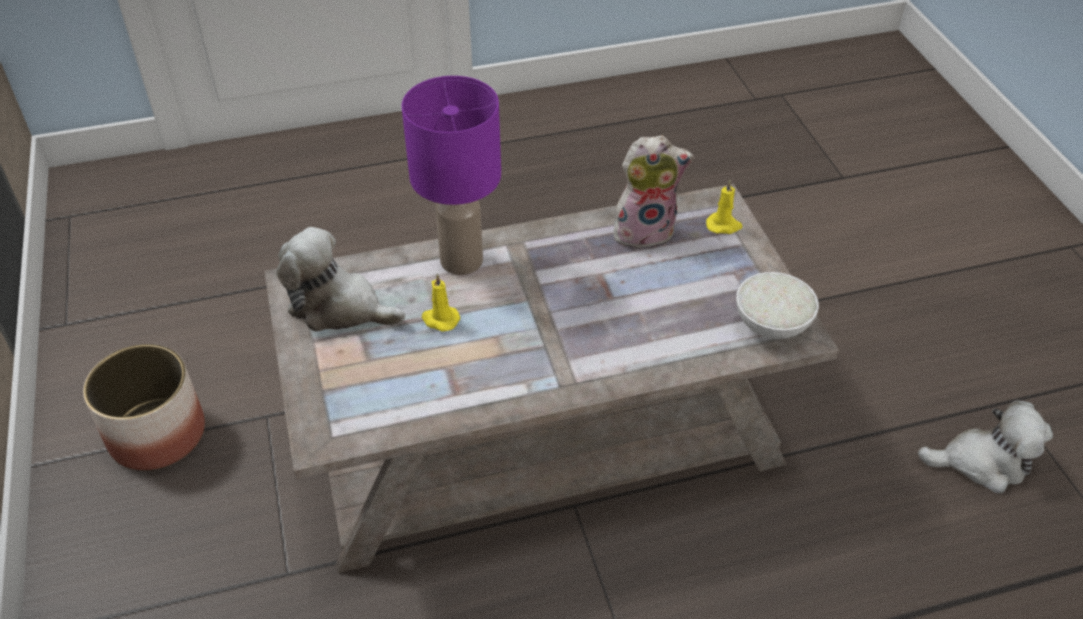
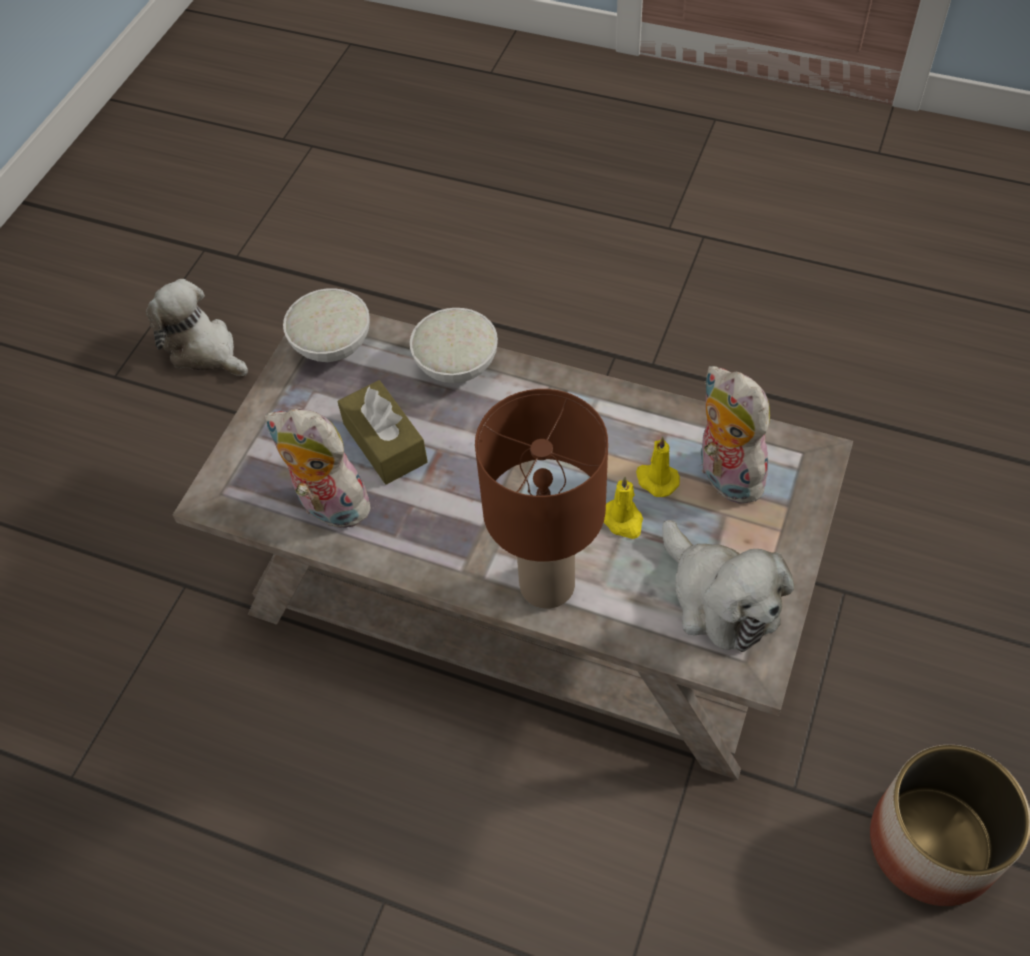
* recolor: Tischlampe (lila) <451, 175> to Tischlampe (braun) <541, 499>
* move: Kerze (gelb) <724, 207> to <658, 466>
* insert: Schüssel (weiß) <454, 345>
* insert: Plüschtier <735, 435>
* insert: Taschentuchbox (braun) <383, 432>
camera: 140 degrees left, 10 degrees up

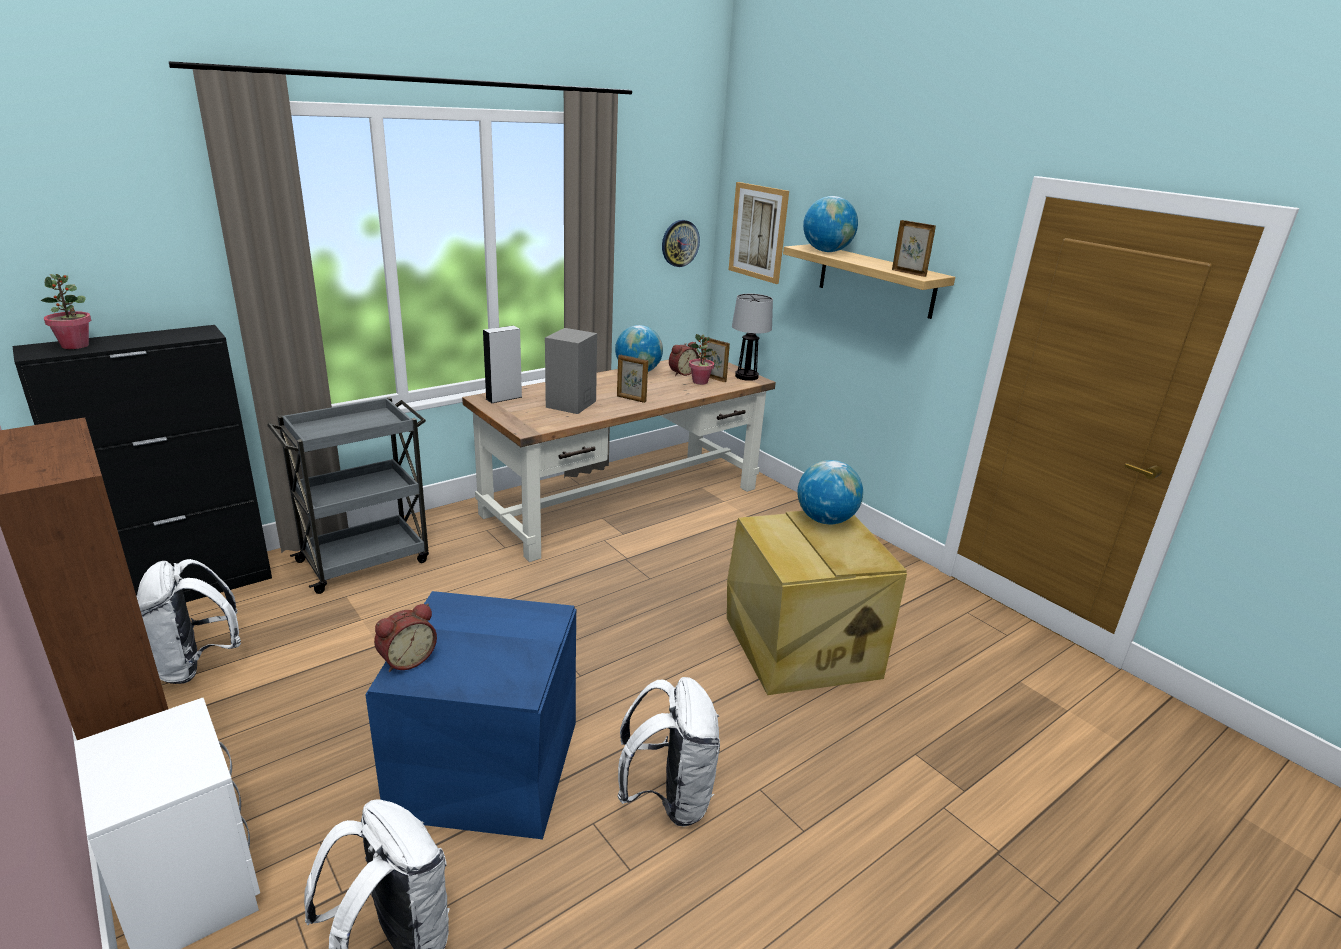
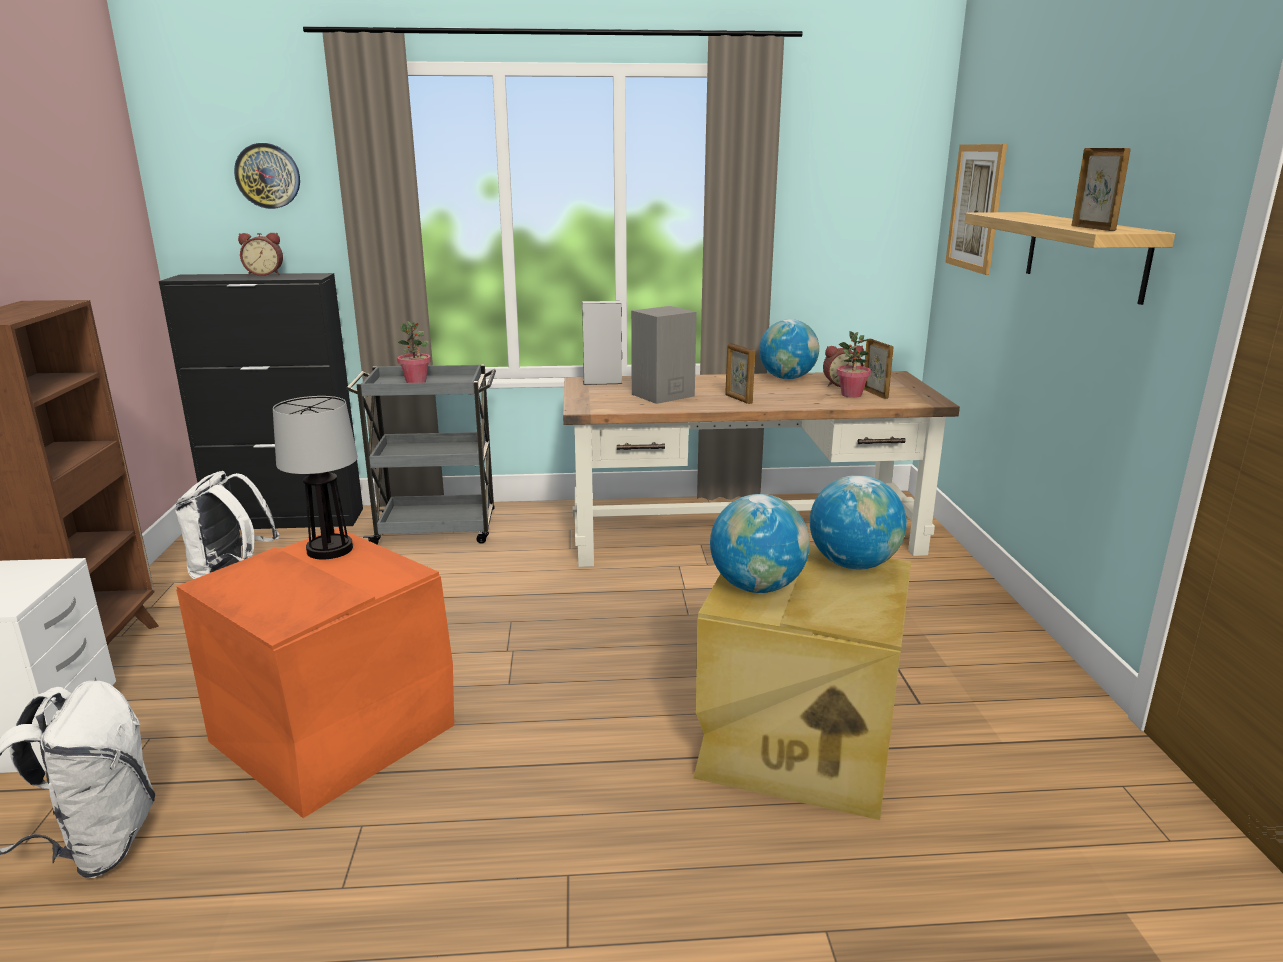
* move: Globus <830, 224> to <760, 543>
* move: Wanduhr <681, 243> to <267, 176>
* move: Topfpflanze <66, 311> to <414, 352>
* move: Tischlampe <752, 337> to <315, 477>
* recolor: Aufbewahrungsbox (blau) <470, 715> to Aufbewahrungsbox (orange) <315, 673>
* move: Wecker <405, 637> to <260, 254>
* delete: Rucksack (weiß) <668, 752>
camera: 35 degrees right, 5 degrees down

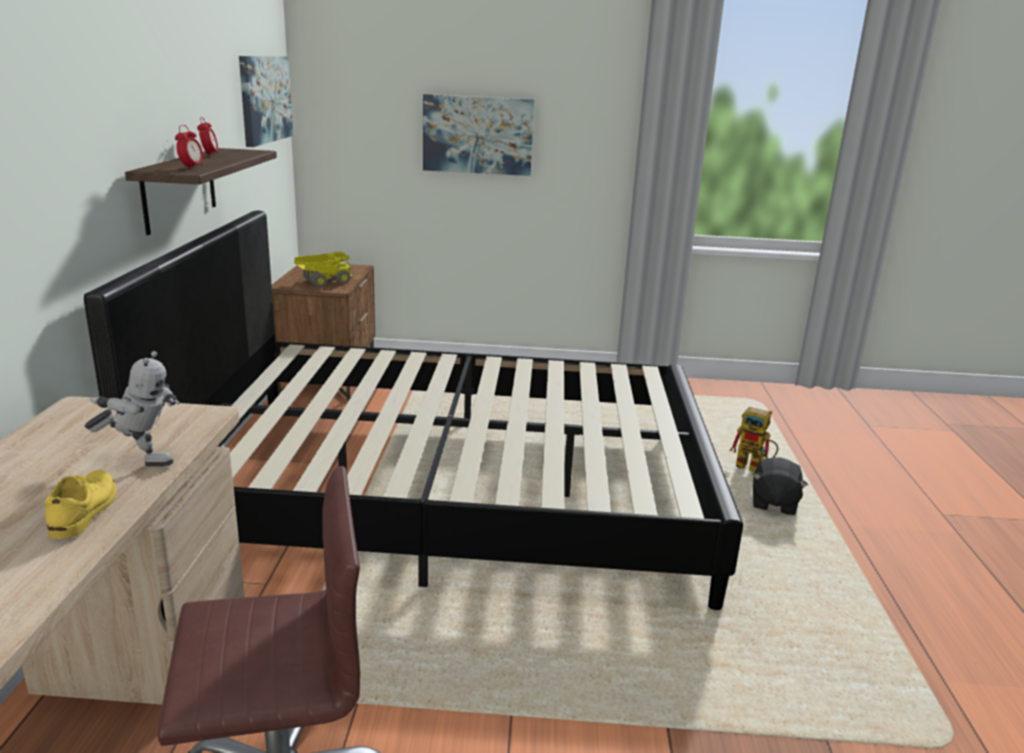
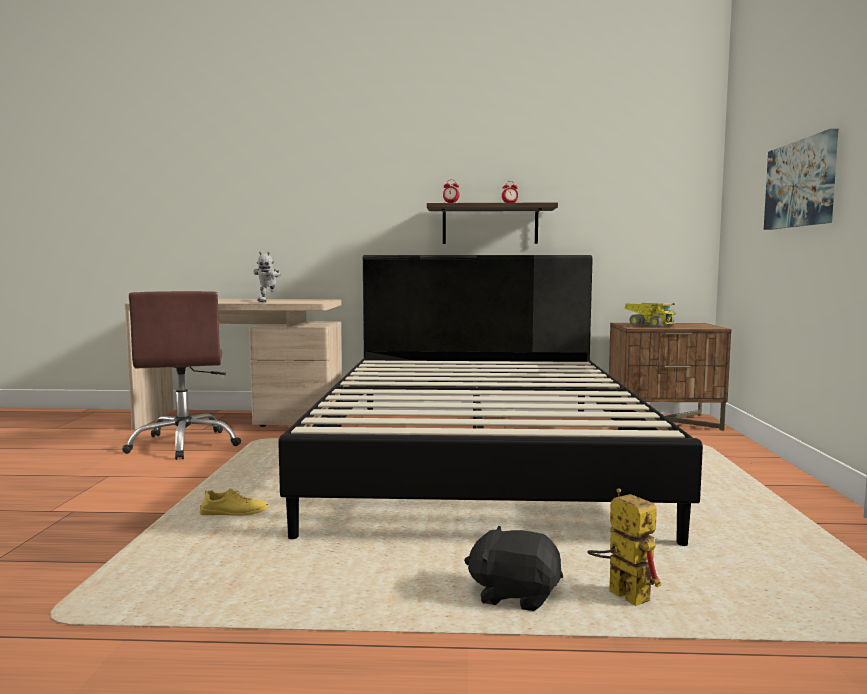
* delete: Bild <266, 101>
* rotate: Spielzeugroboter <753, 439> = <624, 547> 120 degrees clockwise
* move: Schuh (gelb) <80, 504> to <233, 502>
camera: 90 degrees right, 15 degrees down

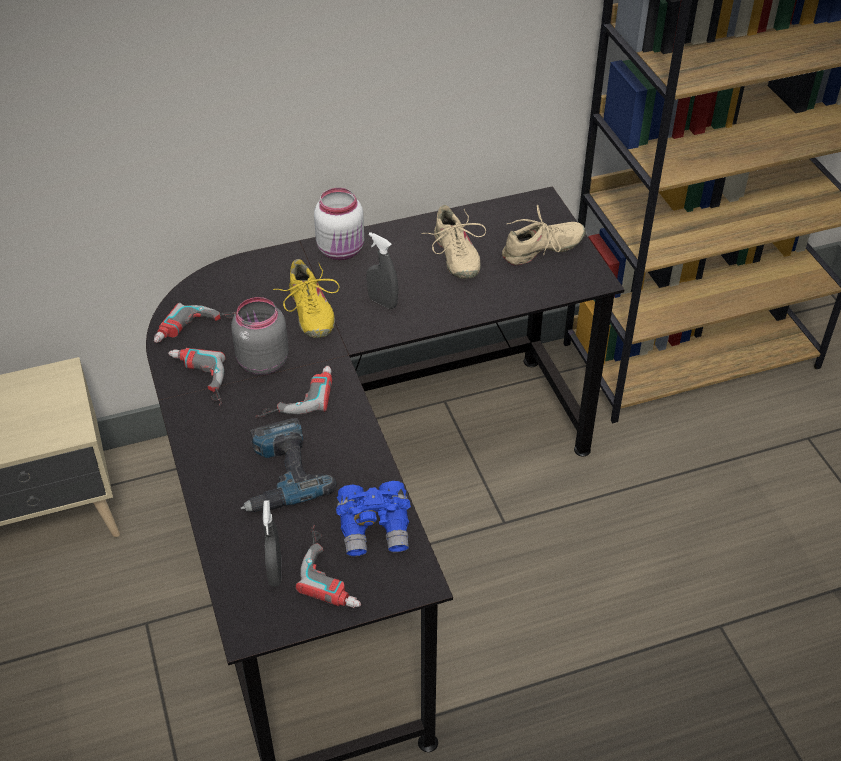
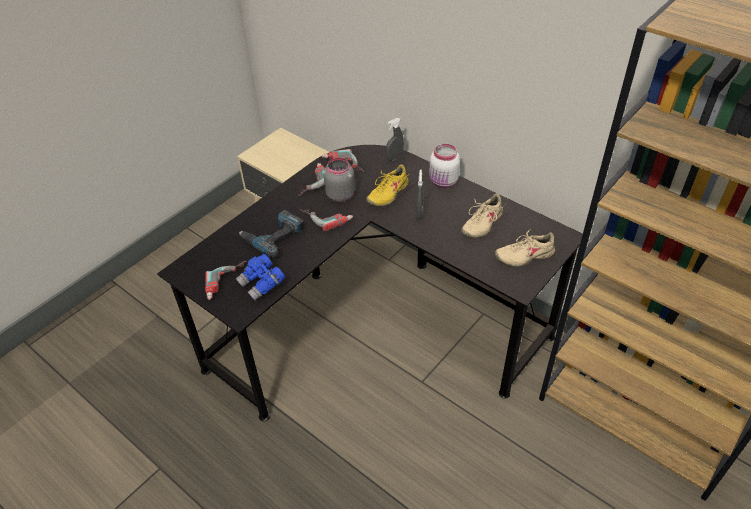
* rotate: Schuh (beige) <544, 235> = <525, 248> 135 degrees clockwise
* move: Sprühflasche (grau) <272, 543> to <395, 139>
camera: 60 degrees right, 0 degrees up

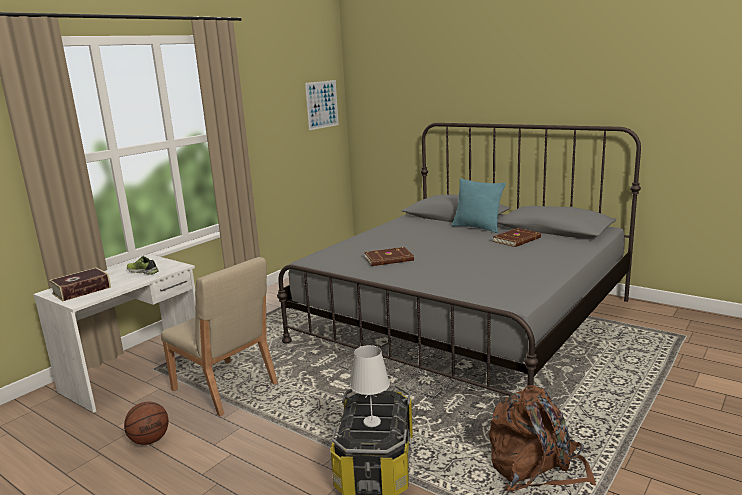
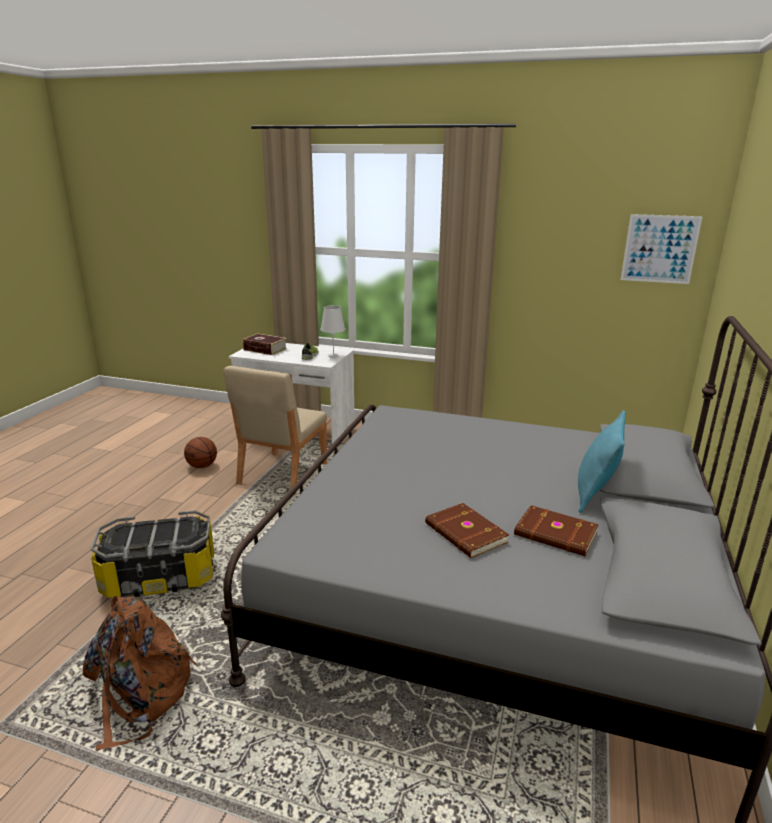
* move: Buch (braun) <389, 256> to <467, 530>
* move: Tischlampe (weiß) <370, 386> to <332, 331>
camera: 70 degrees right, 5 degrees up

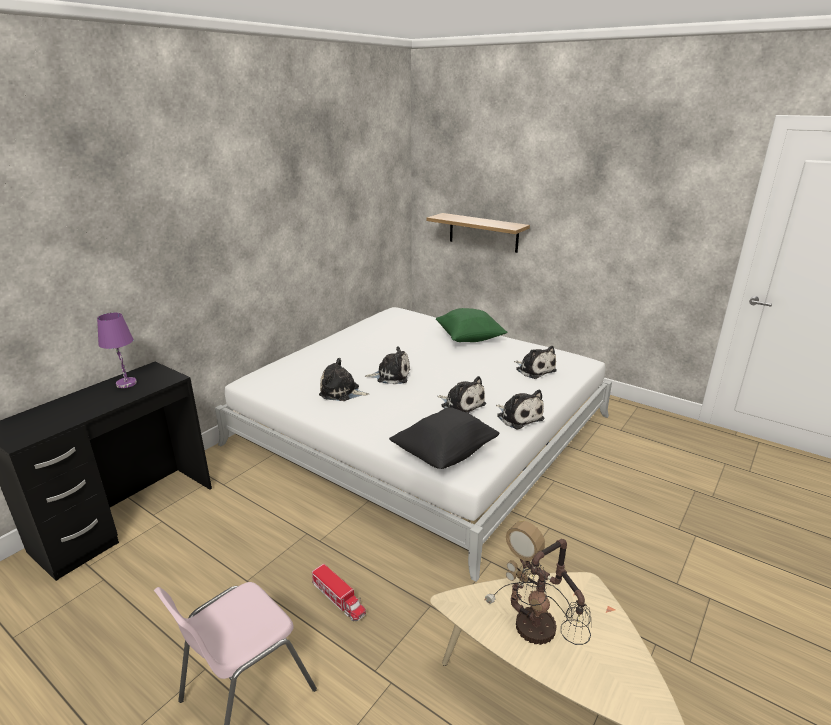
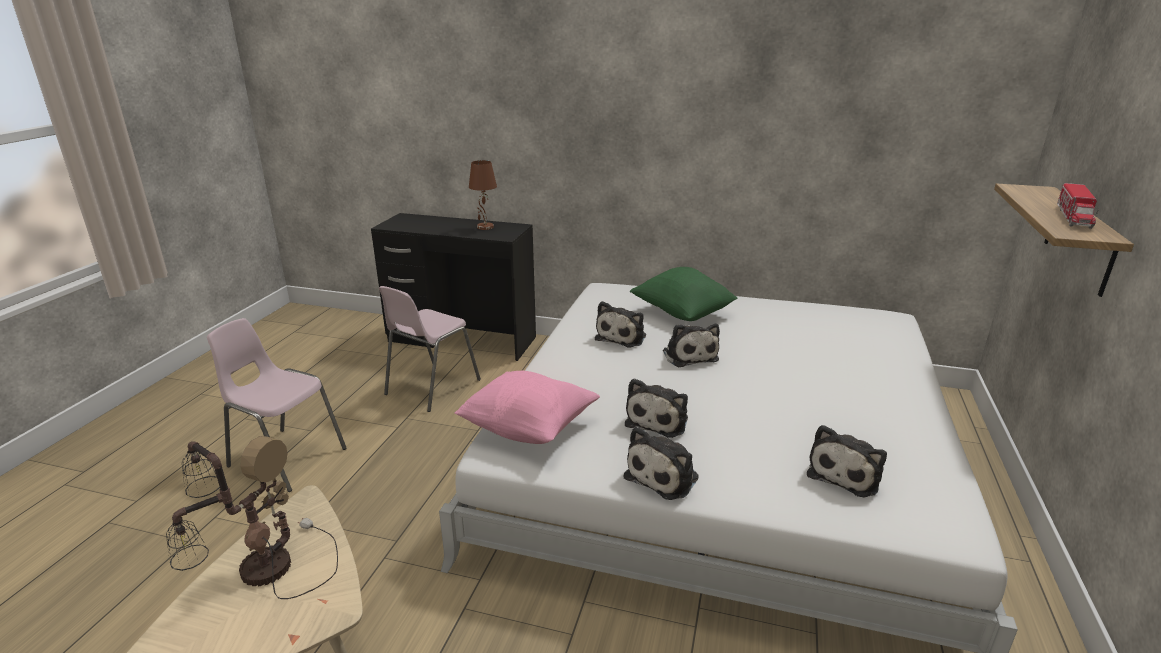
* move: Kissen (grün) <472, 325> to <683, 294>
* recolor: Tischlampe (lila) <117, 350> to Tischlampe (braun) <483, 195>
* rotate: Plüschtier <344, 379> = <620, 324> 150 degrees counterclockwise
* recolor: Kissen (schwarz) <444, 438> to Kissen (rosa) <527, 407>
* move: Spielzeuglaster <339, 592> to <1078, 206>
* insert: Stuhl (rosa) <430, 349>
camera: 70 degrees right, 0 degrees up

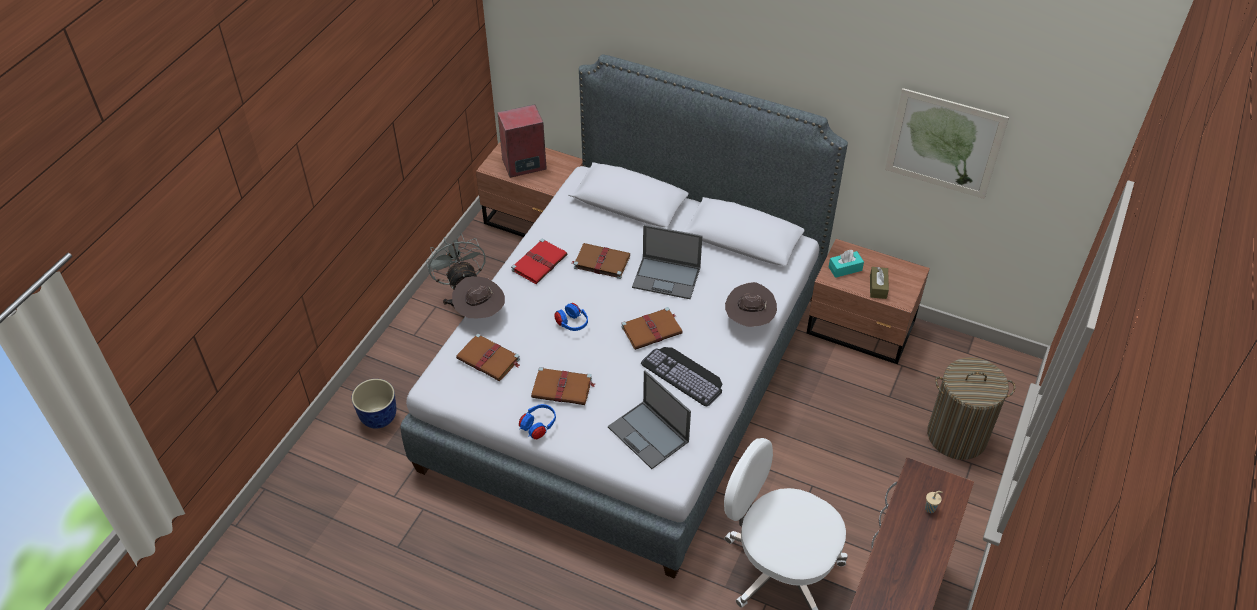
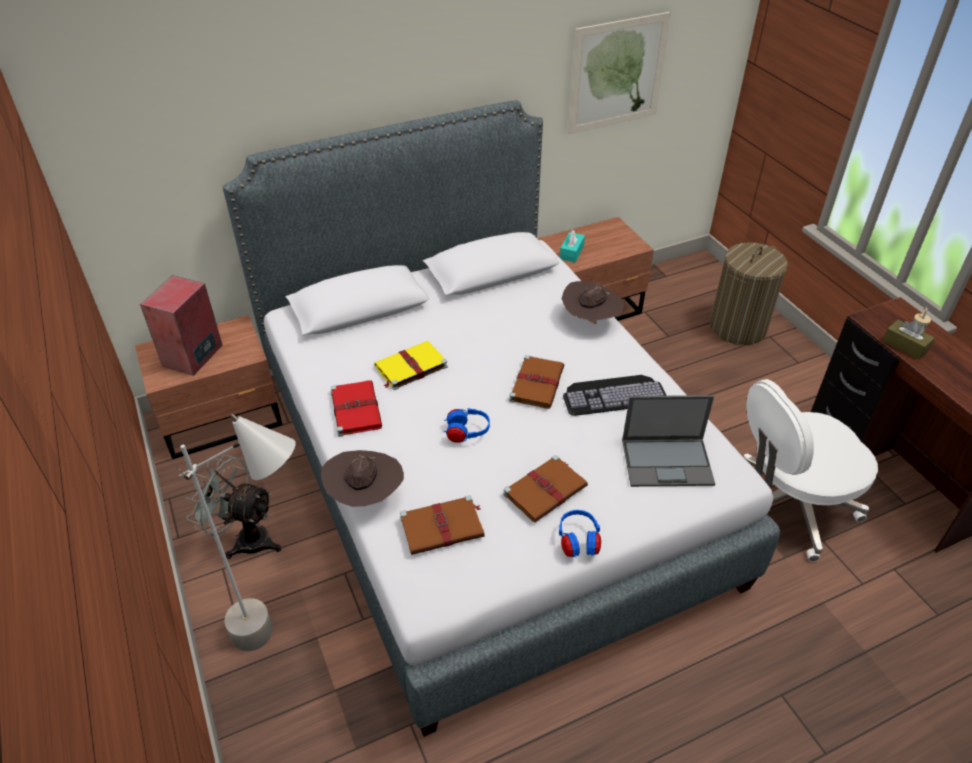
* delete: Laptop <667, 262>
* recolor: Buch (braun) <601, 261> to Buch (gelb) <410, 365>
* move: Taschentuchbox (braun) <879, 283> to <908, 340>
* delete: Pflanzkübel <374, 404>
* insert: Stehlampe (grau) <236, 532>
camera: 50 degrees left, 5 degrees down

